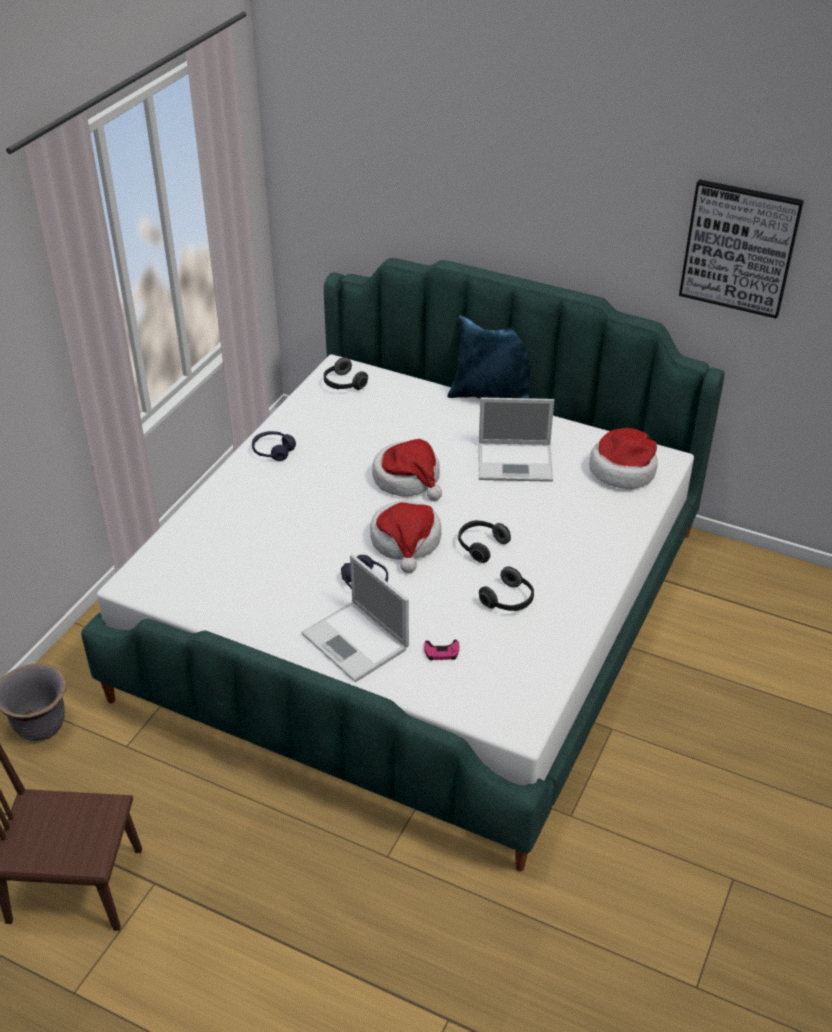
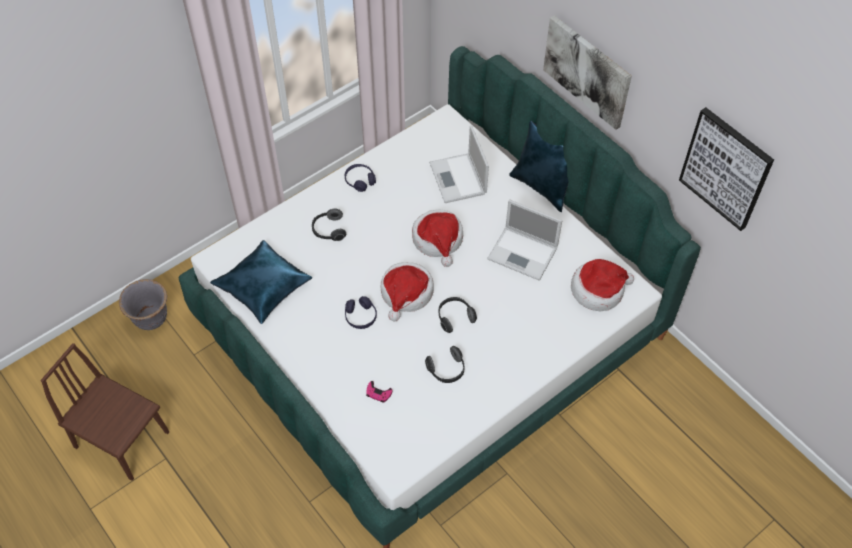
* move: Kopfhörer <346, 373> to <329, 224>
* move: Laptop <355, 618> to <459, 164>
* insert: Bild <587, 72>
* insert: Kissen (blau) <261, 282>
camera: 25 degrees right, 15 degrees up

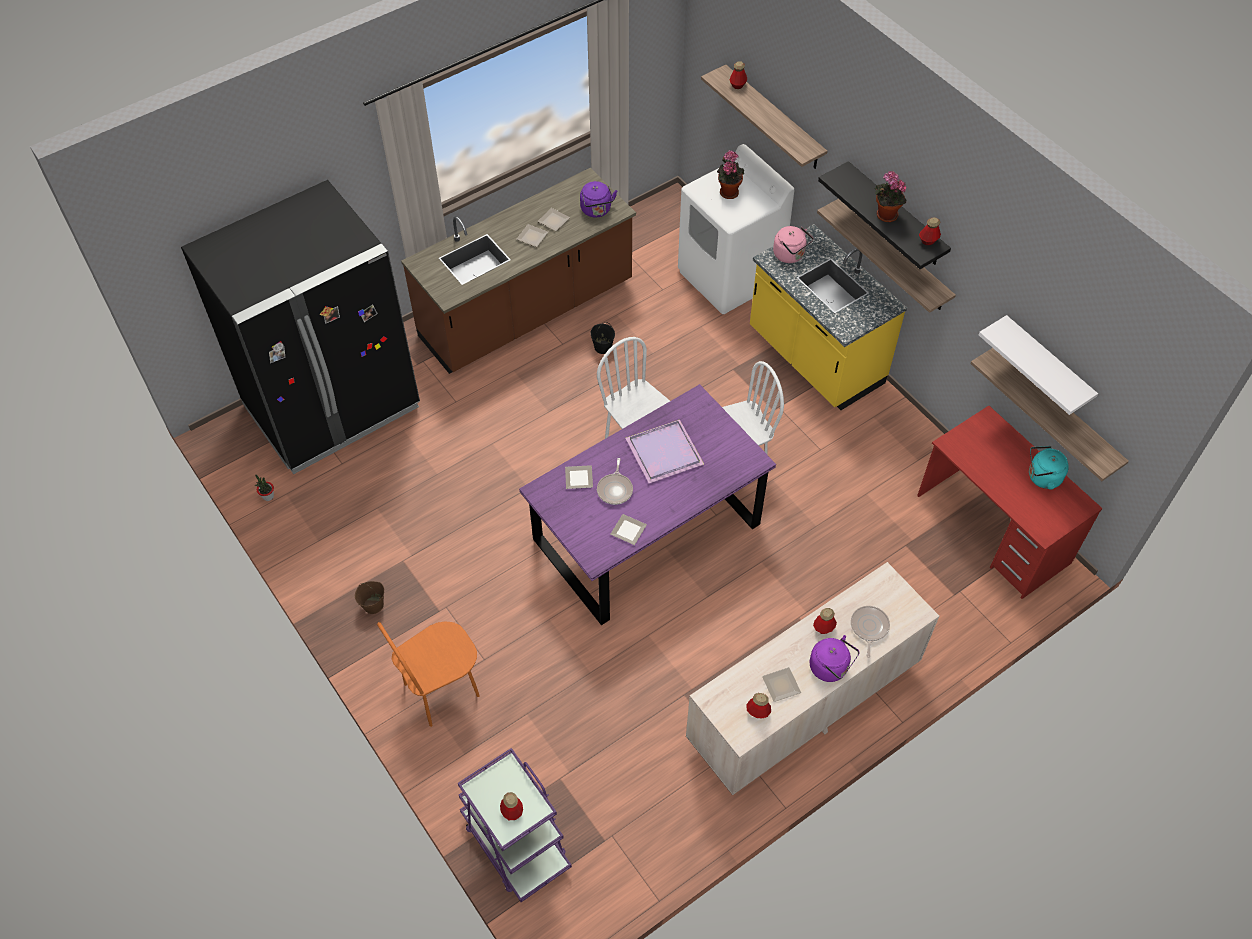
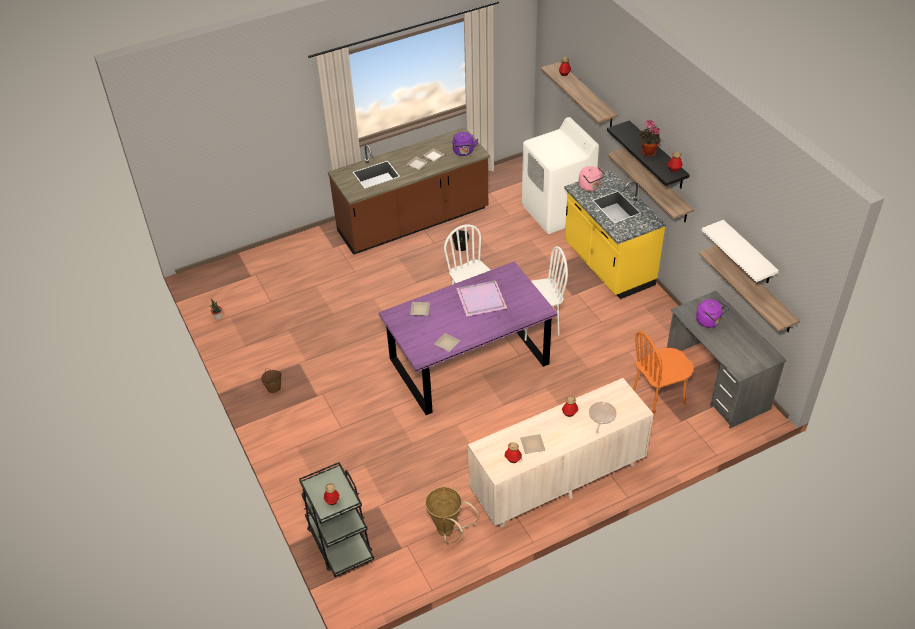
* delete: Topfpflanze <730, 174>
* delete: Kühlschrank (schwarz) <300, 327>
* recolor: Schreibtisch (rot) <1010, 502> to Schreibtisch (grau) <726, 359>
* delete: Wasserkessel (türkis) <1049, 468>
* delete: Pfanne <615, 481>
* move: Stuhl (orange) <428, 674> to <663, 375>
* move: Wasserkessel (lila) <834, 658> to <712, 313>
* recolor: Rollwagen (lila) <515, 825> to Rollwagen (schwarz) <336, 519>
* insert: Korb <452, 515>
camera: 10 degrees right, 10 degrees down

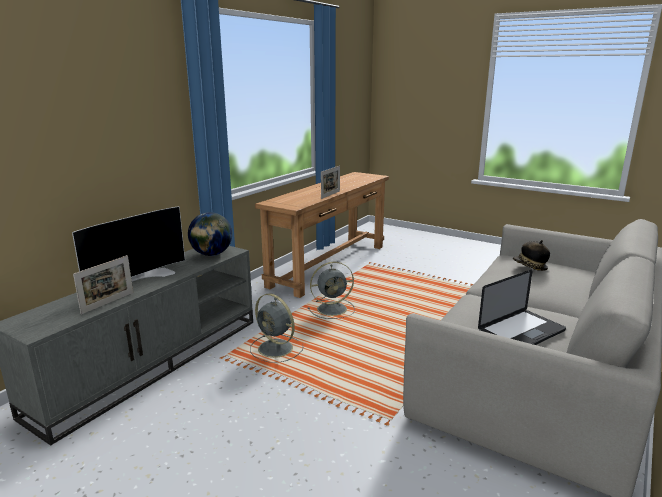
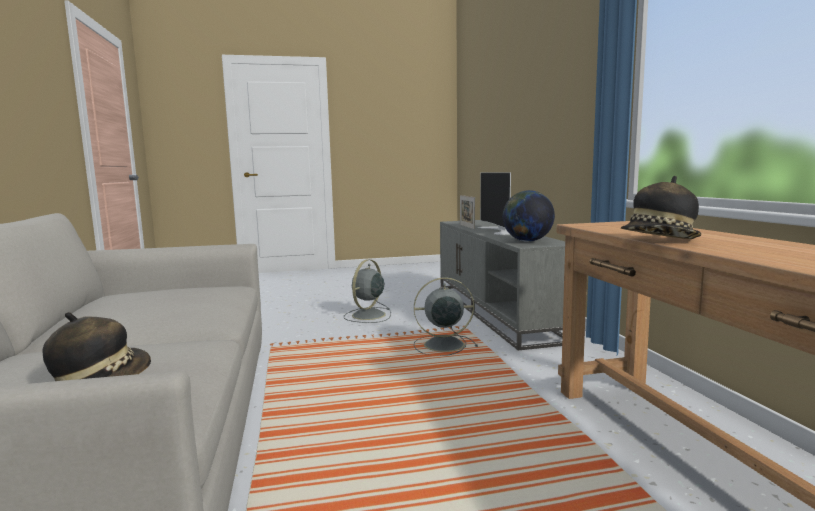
* replace: Bilderrahmen <330, 182> to Hut <661, 207>
* move: Ventilator (grau) <331, 290> to <367, 291>
* delete: Laptop <522, 307>
camera: 135 degrees right, 10 degrees down

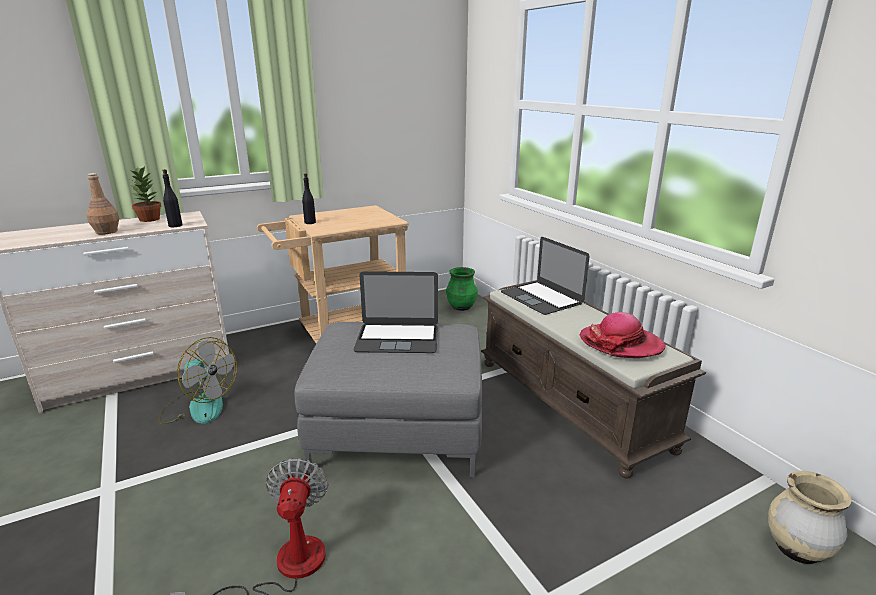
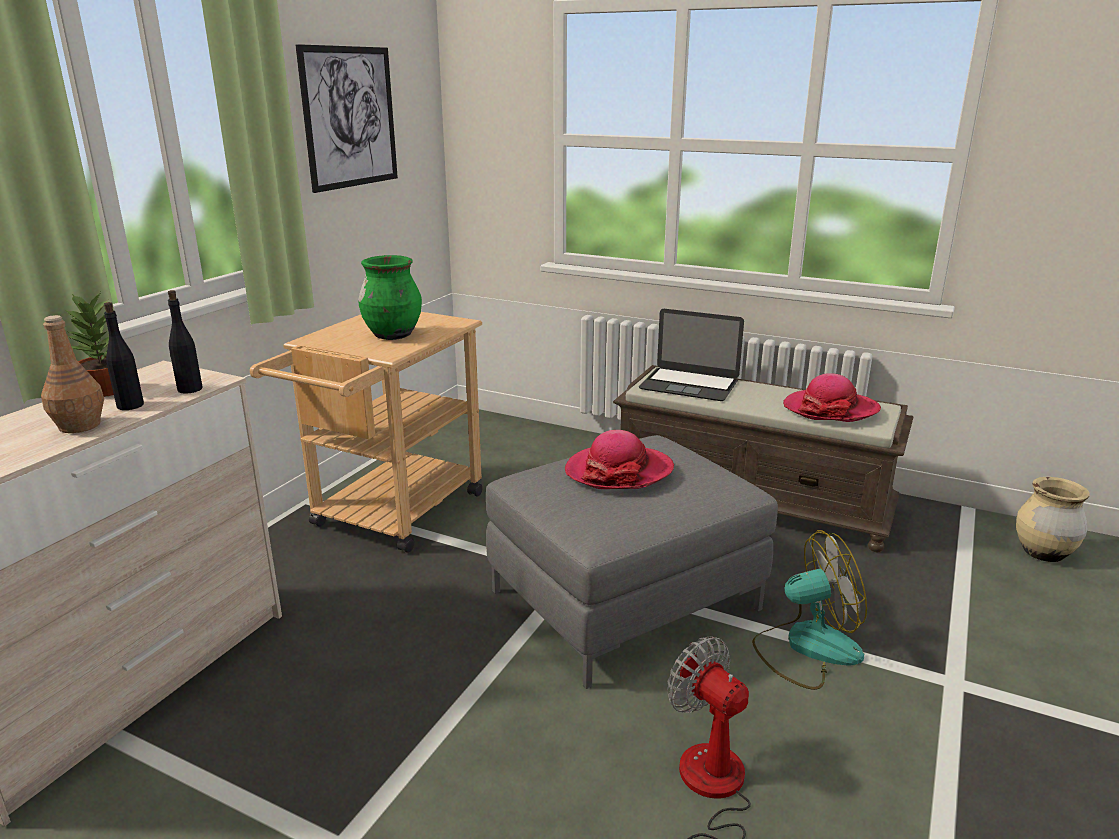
* move: Flasche (schwarz) <309, 198> to <124, 356>
* move: Vase (grün) <462, 289> to <390, 297>
* replace: Laptop <395, 312> to Hut <619, 459>
* move: Ventilator <197, 380> to <809, 610>
* insert: Bild <347, 118>
camera: 35 degrees left, 0 degrees up

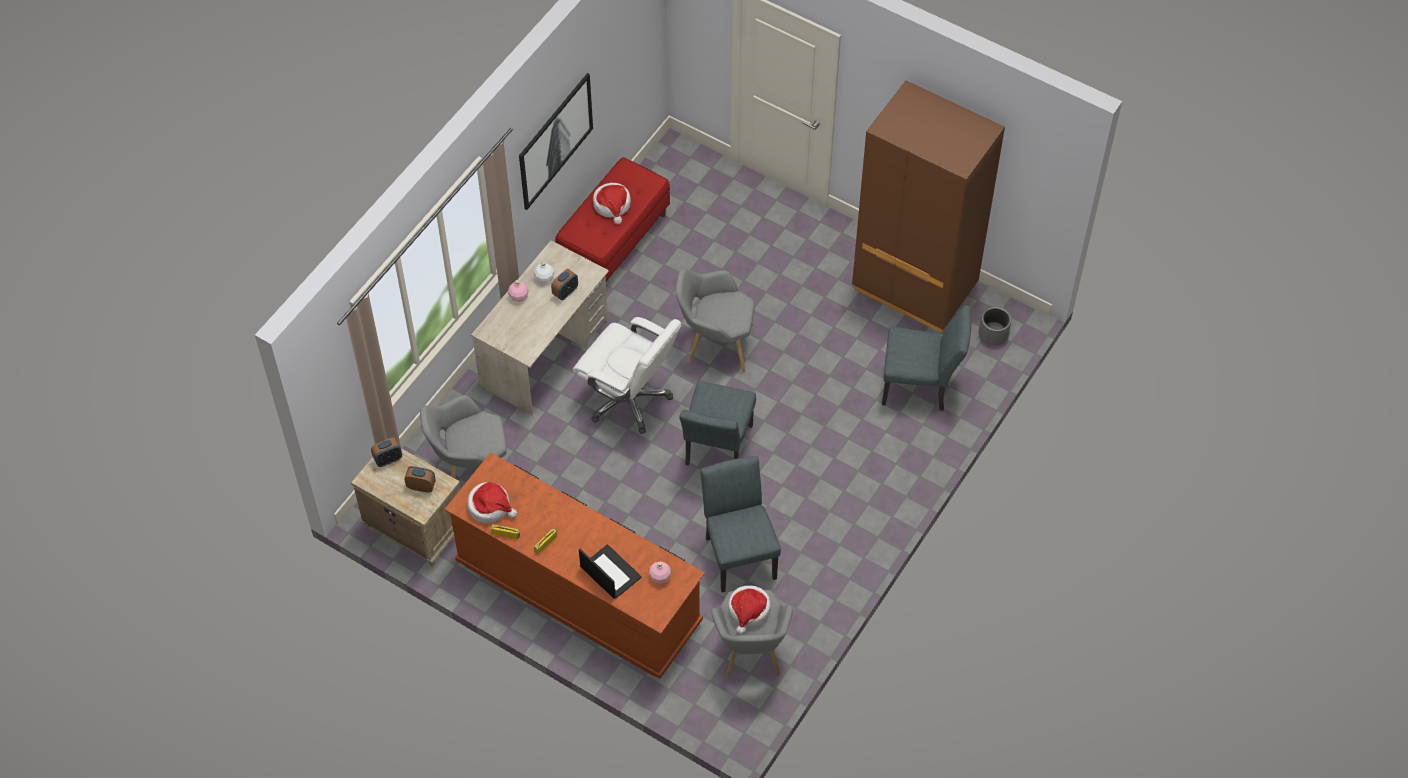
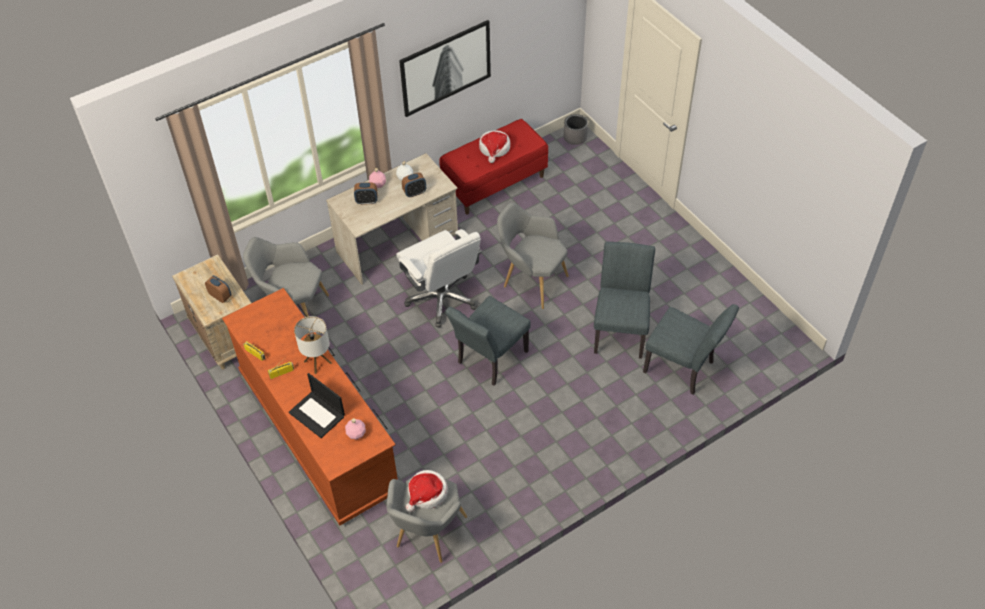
* delete: Kleiderschrank (braun) <928, 206>
* move: Pflanzkübel (grau) <995, 326> to <576, 129>
* move: Wecker <386, 452> to <365, 193>
* move: Stuhl (grau) <740, 524> to <624, 300>
* delete: Hut <492, 502>
* rotate: Laptop <610, 571> = <317, 405> 150 degrees clockwise
* insert: Tischlampe <313, 345>
camera: 25 degrees right, 5 degrees down

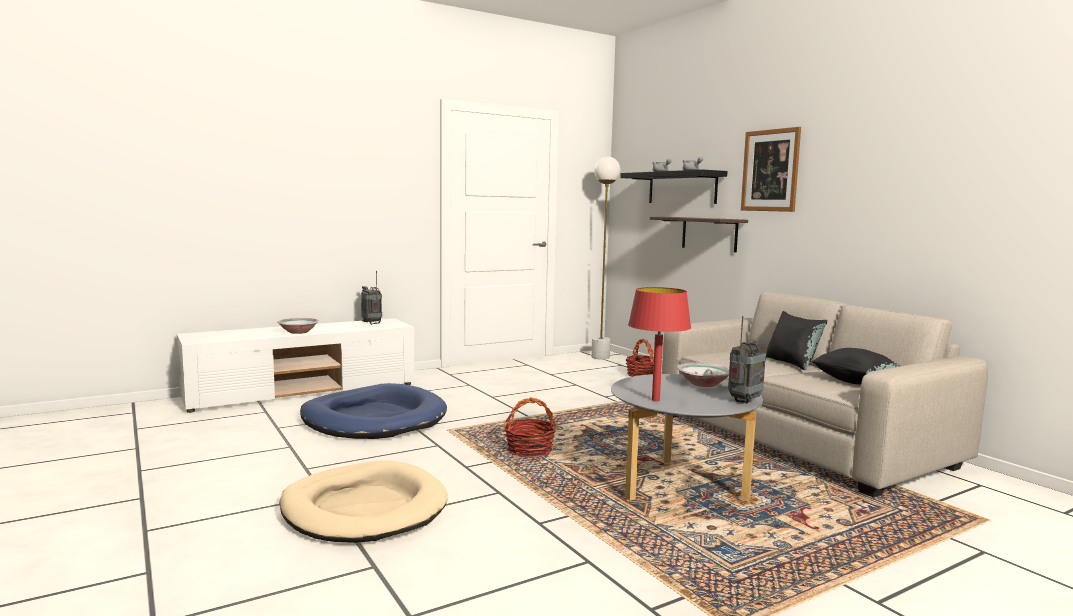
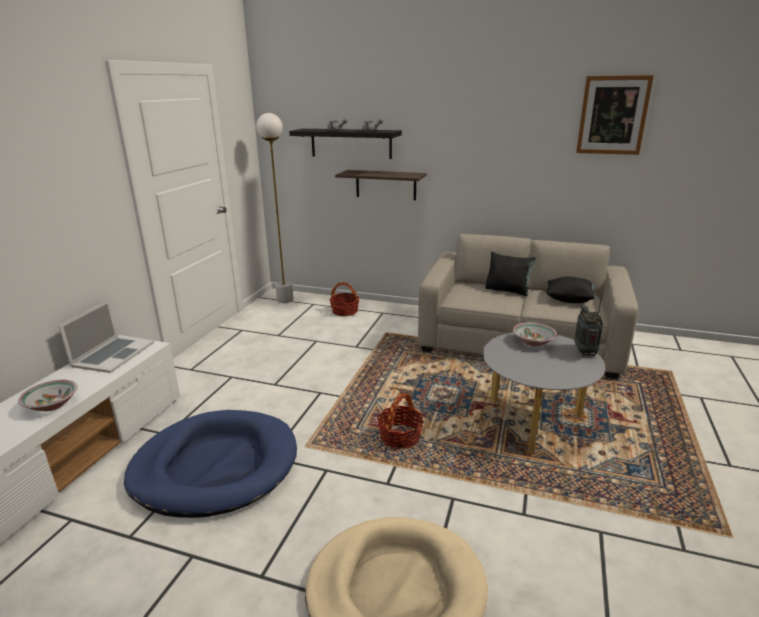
* move: Bild <771, 169> to <615, 115>
* replace: Radio <371, 298> to Laptop <107, 336>
* delete: Tischlampe (rot) <659, 344>
camera: 40 degrees left, 15 degrees up

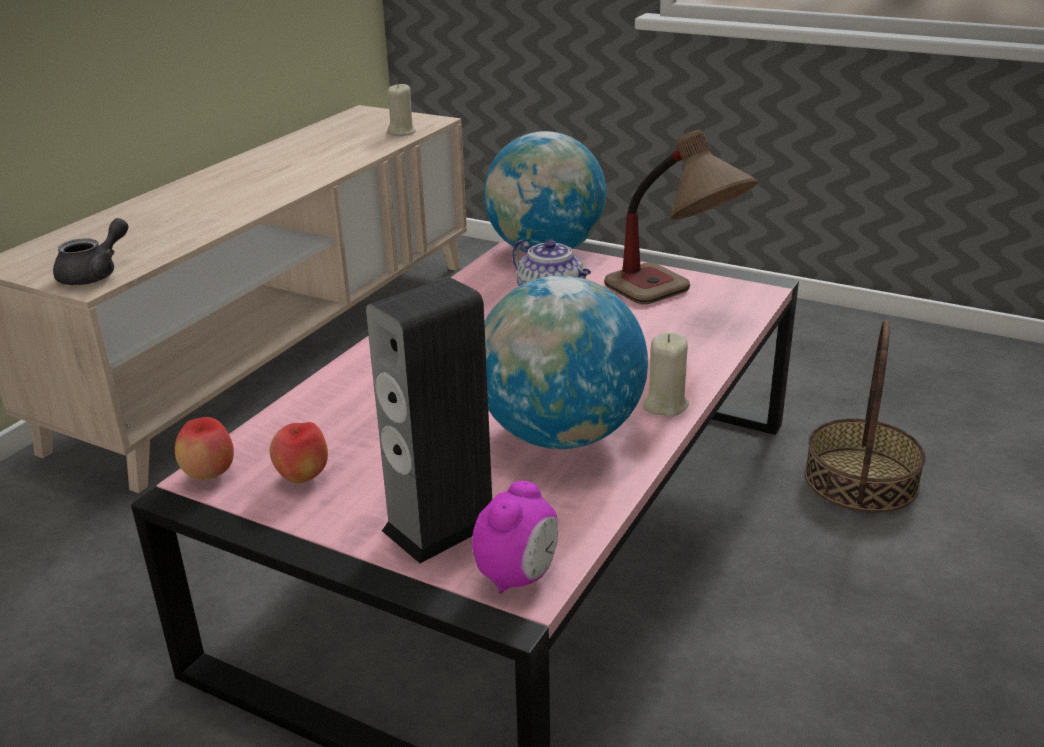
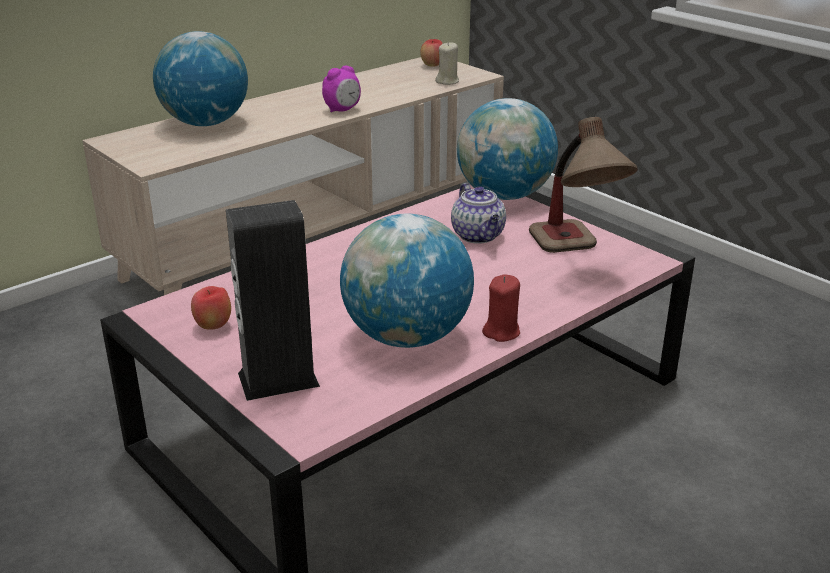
* delete: Teekanne (grau) <91, 251>
* delete: Korb <865, 416>
* recolor: Kerze (beige) <665, 374> to Kerze (rot) <501, 308>
* move: Apfel <204, 448> to <431, 53>
* move: Wecker <515, 537> to <341, 89>
* insert: Globus <200, 78>
camera: 20 degrees right, 0 degrees up

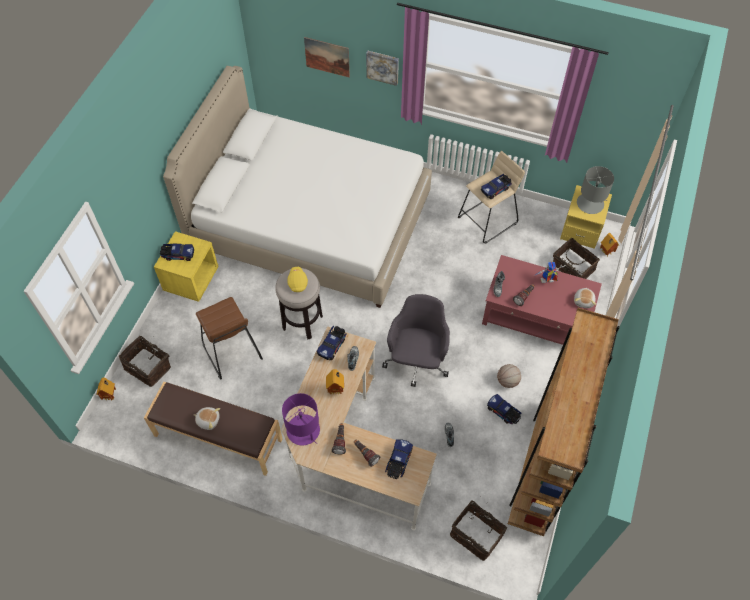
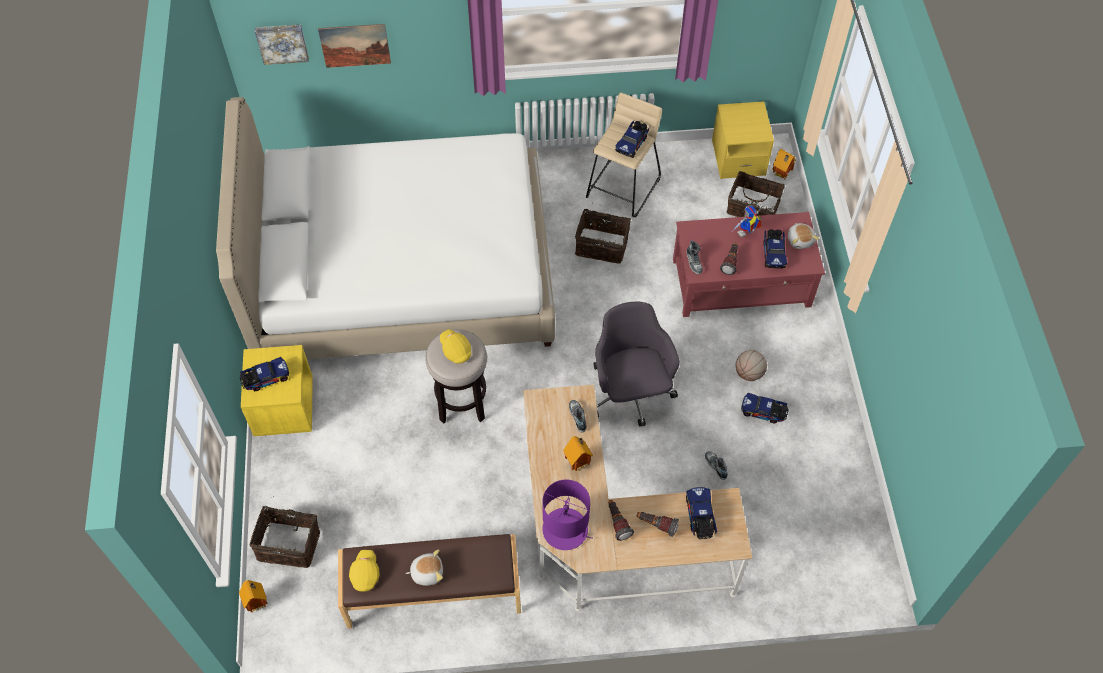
* move: Bild <382, 68> to <282, 44>
* delete: Tischlampe (grau) <595, 190>
* delete: Hocker (braun) <229, 338>
* delete: Bücherregal (braun) <563, 422>
* move: Spielzeuglaster <332, 343> to <775, 249>
* move: Korb <478, 528> to <603, 233>
* insert: Kappe (gelb) <364, 571>
camera: 25 degrees left, 0 degrees up

